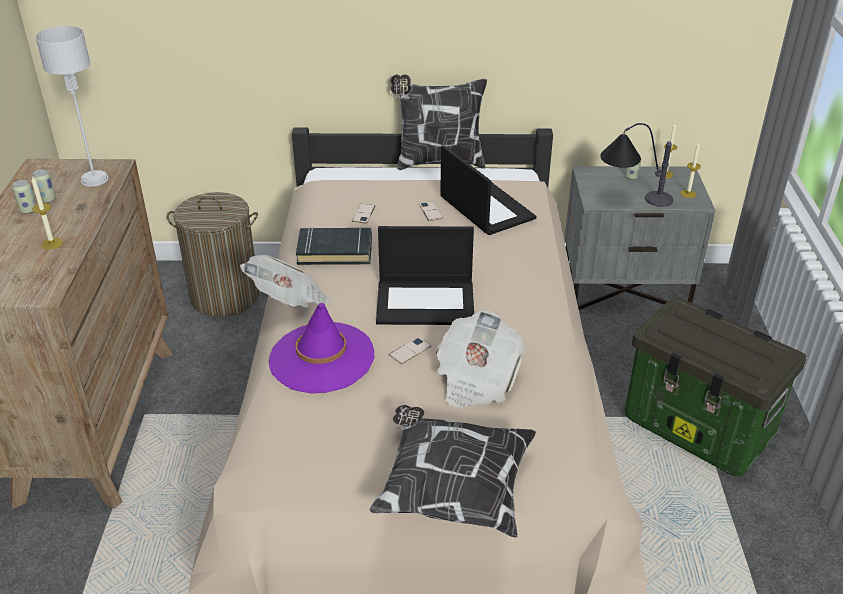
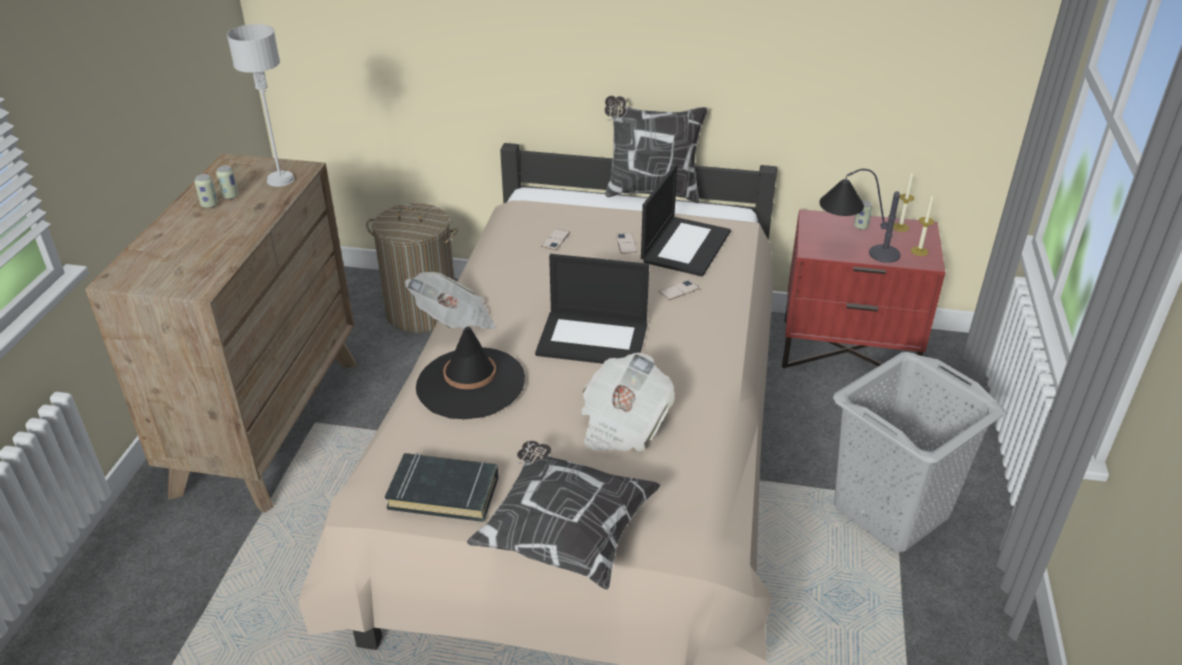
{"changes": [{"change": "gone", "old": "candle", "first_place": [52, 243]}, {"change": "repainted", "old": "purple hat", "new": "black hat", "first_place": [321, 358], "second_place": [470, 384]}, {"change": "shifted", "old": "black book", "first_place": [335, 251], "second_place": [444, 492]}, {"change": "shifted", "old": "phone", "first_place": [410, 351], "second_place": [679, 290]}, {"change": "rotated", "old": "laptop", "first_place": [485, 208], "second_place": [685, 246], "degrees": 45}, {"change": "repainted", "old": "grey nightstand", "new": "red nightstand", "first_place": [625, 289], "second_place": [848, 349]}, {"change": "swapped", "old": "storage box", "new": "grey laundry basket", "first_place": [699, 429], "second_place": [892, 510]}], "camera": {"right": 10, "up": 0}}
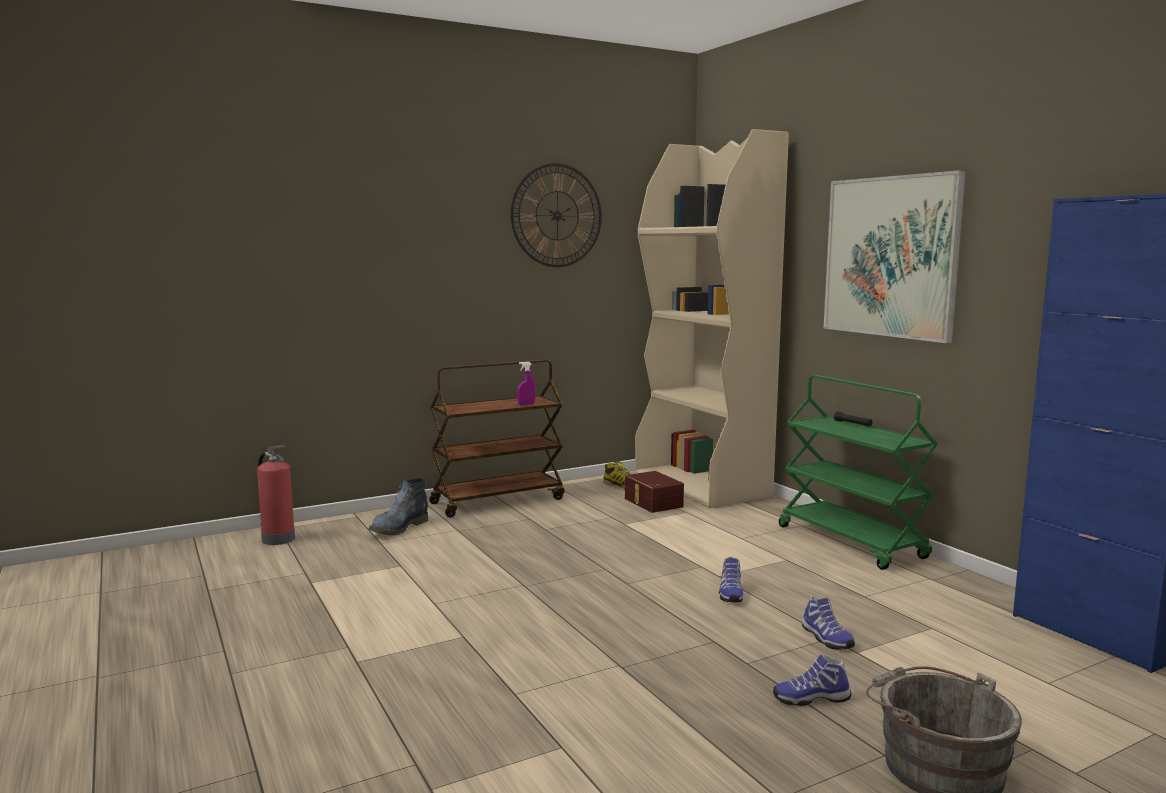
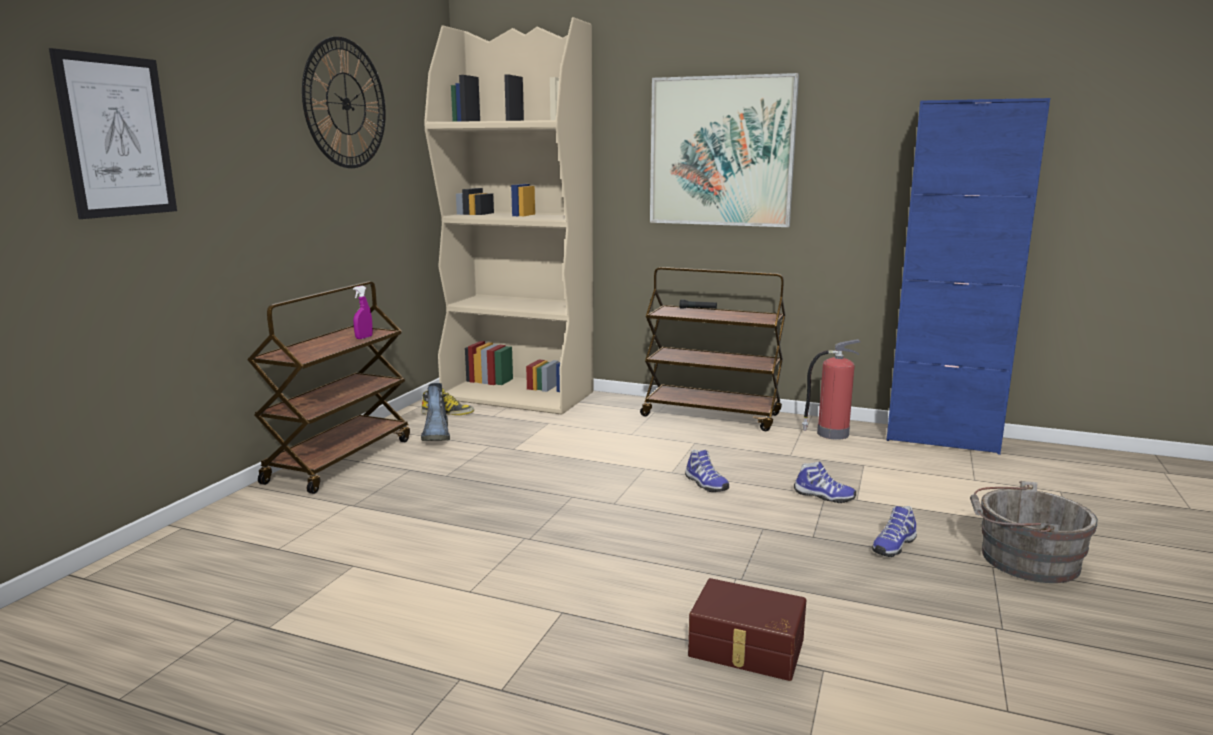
{"changes": [{"change": "shifted", "old": "fire extinguisher", "first_place": [277, 539], "second_place": [831, 434]}, {"change": "shifted", "old": "boot", "first_place": [398, 528], "second_place": [437, 435]}, {"change": "shifted", "old": "brown storage box", "first_place": [652, 503], "second_place": [746, 649]}, {"change": "repainted", "old": "green cart", "new": "brown cart", "first_place": [852, 542], "second_place": [712, 415]}, {"change": "new", "new": "picture", "second_place": [117, 136]}], "camera": {"right": -40, "up": 5}}
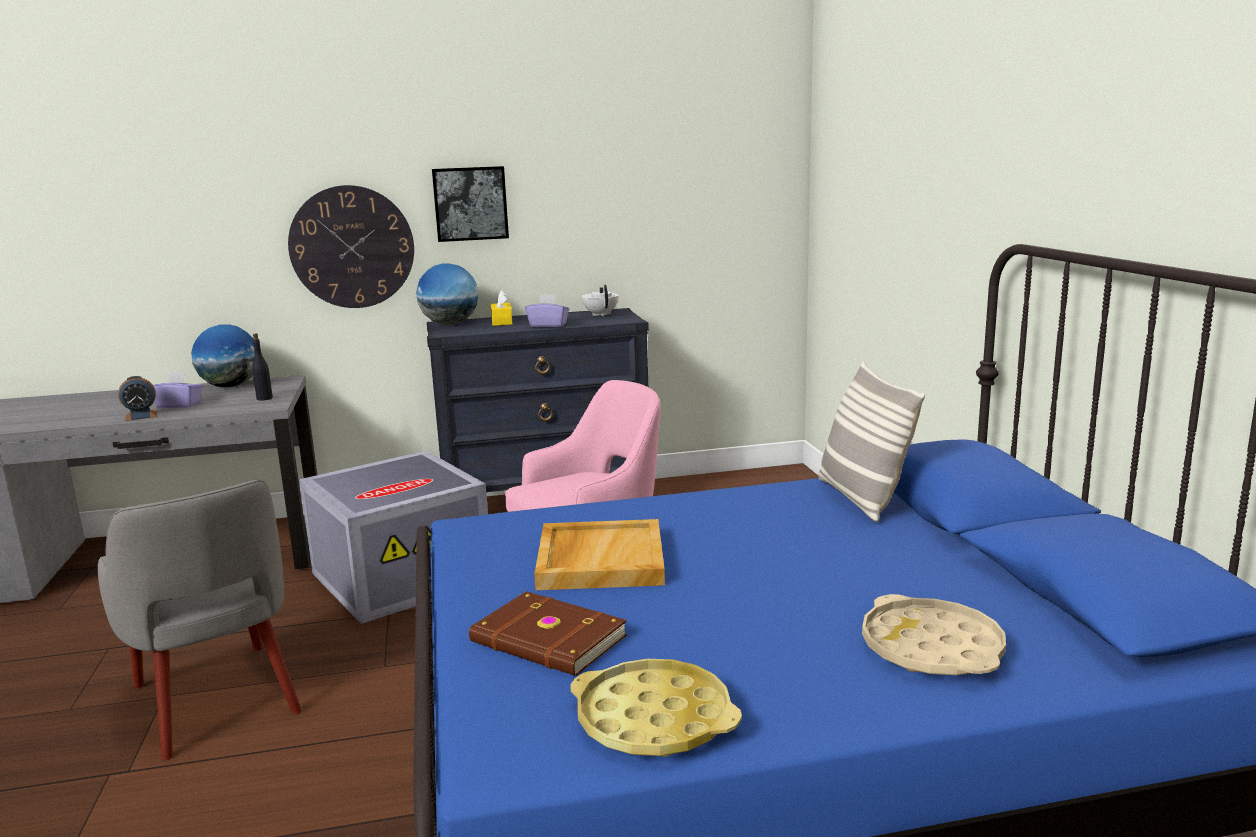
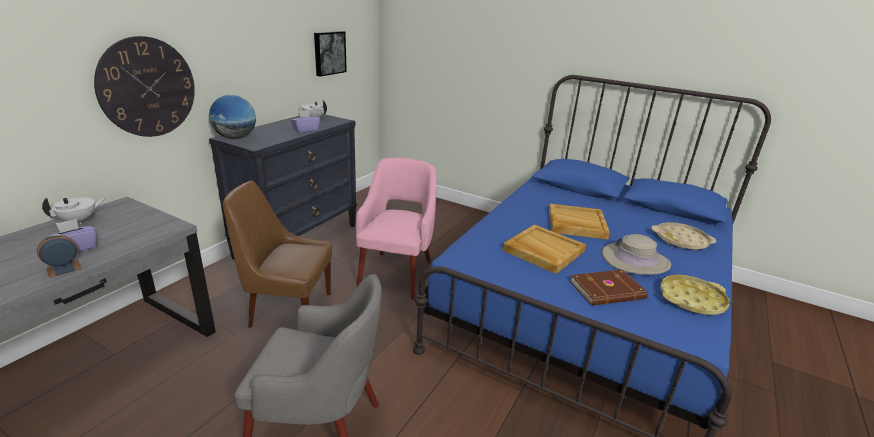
{"changes": [{"change": "rotated", "old": "alarm clock", "first_place": [141, 416], "second_place": [64, 268], "degrees": -150}, {"change": "swapped", "old": "globe", "new": "white teapot", "first_place": [231, 386], "second_place": [79, 220]}, {"change": "gone", "old": "black bottle", "first_place": [264, 398]}, {"change": "swapped", "old": "grey storage box", "new": "brown chair", "first_place": [402, 576], "second_place": [288, 309]}, {"change": "shifted", "old": "picture", "first_place": [470, 203], "second_place": [329, 53]}, {"change": "gone", "old": "yellow tissue box", "first_place": [502, 322]}, {"change": "gone", "old": "pillow", "first_place": [861, 499]}, {"change": "new", "new": "beige tray", "second_place": [576, 224]}, {"change": "new", "new": "beige hat", "second_place": [635, 260]}], "camera": {"right": -50, "up": 10}}
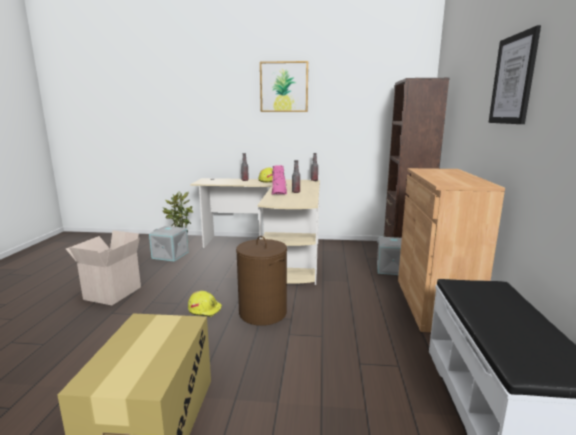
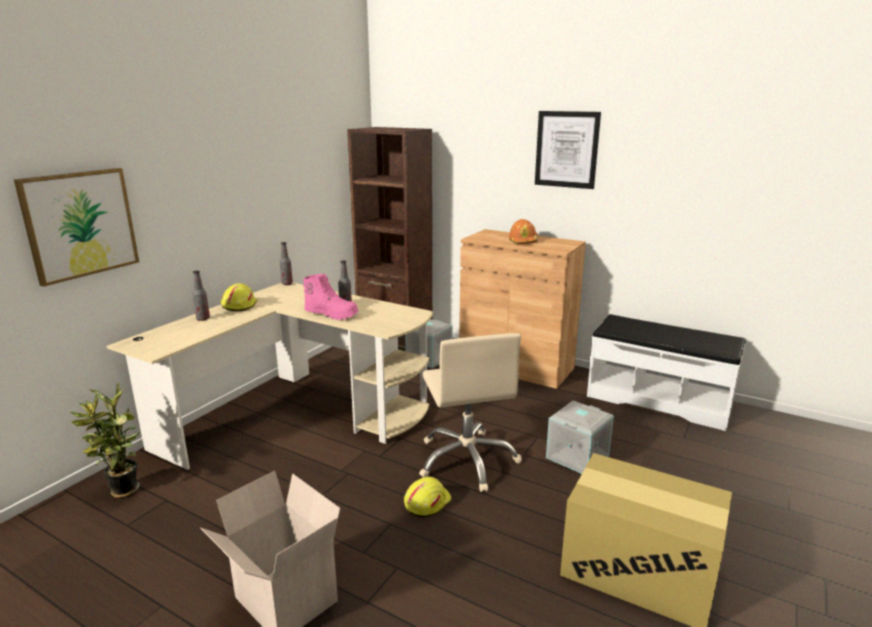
{"changes": [{"change": "shifted", "old": "grey storage box", "first_place": [170, 255], "second_place": [576, 456]}, {"change": "swapped", "old": "brown laundry basket", "new": "beige office chair", "first_place": [262, 312], "second_place": [467, 460]}, {"change": "shifted", "old": "picture", "first_place": [284, 87], "second_place": [80, 224]}, {"change": "new", "new": "orange hard hat", "second_place": [524, 240]}], "camera": {"right": -65, "up": 5}}
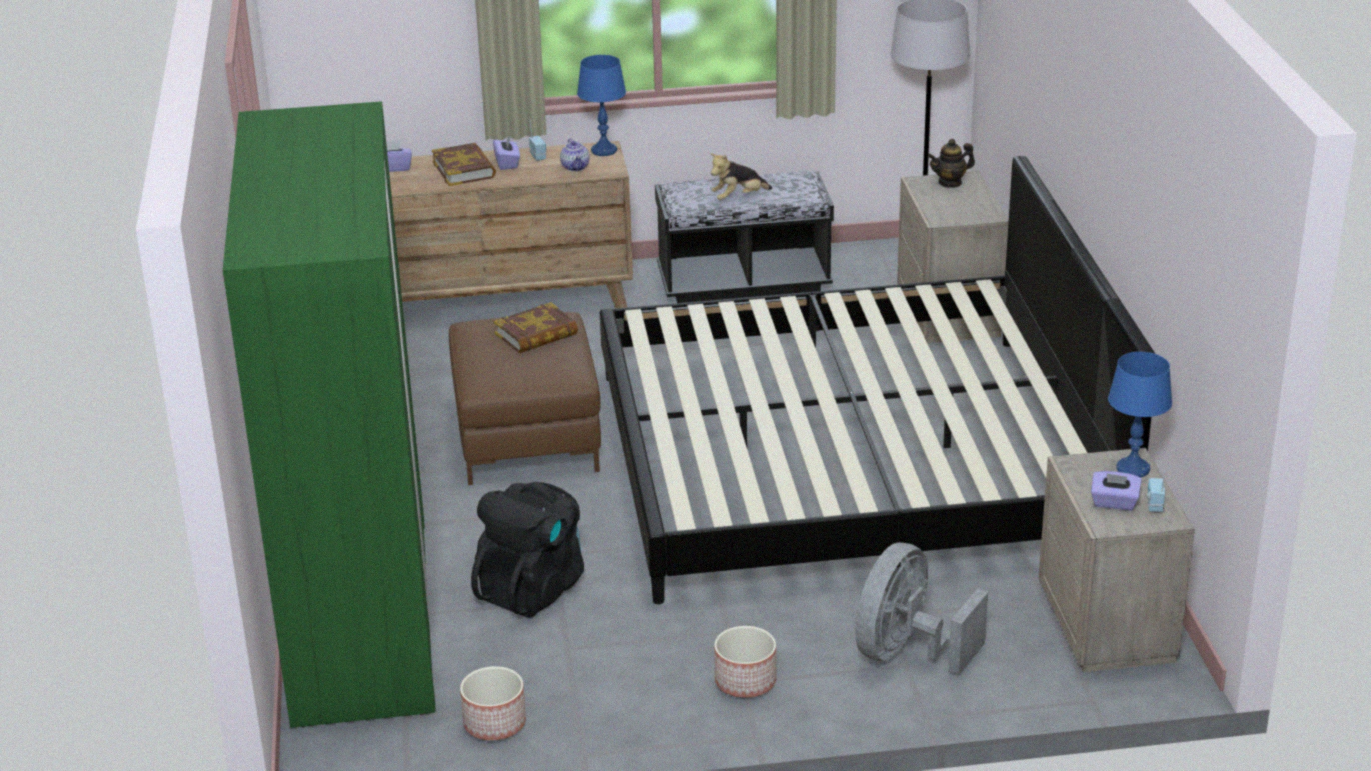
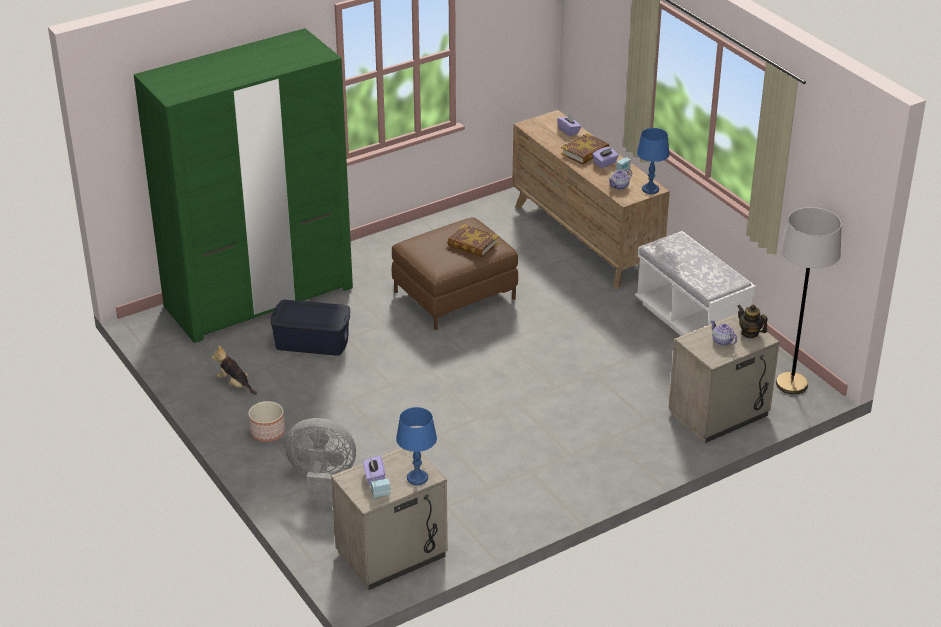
{"changes": [{"change": "gone", "old": "planter", "first_place": [494, 724]}, {"change": "swapped", "old": "black backpack", "new": "blue storage box", "first_place": [533, 588], "second_place": [312, 341]}, {"change": "gone", "old": "bed", "first_place": [850, 461]}, {"change": "repainted", "old": "black bench", "new": "white bench", "first_place": [743, 282], "second_place": [691, 321]}, {"change": "shifted", "old": "plush toy", "first_place": [738, 198], "second_place": [235, 384]}, {"change": "new", "new": "teapot", "second_place": [722, 341]}], "camera": {"right": 65, "up": 5}}
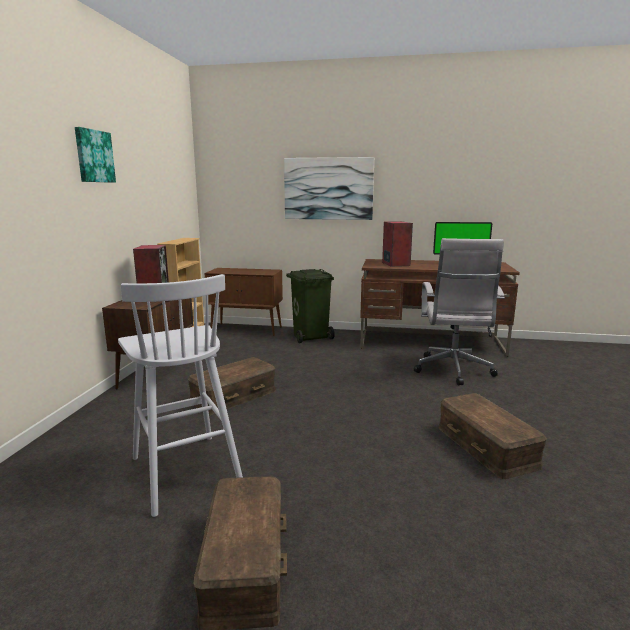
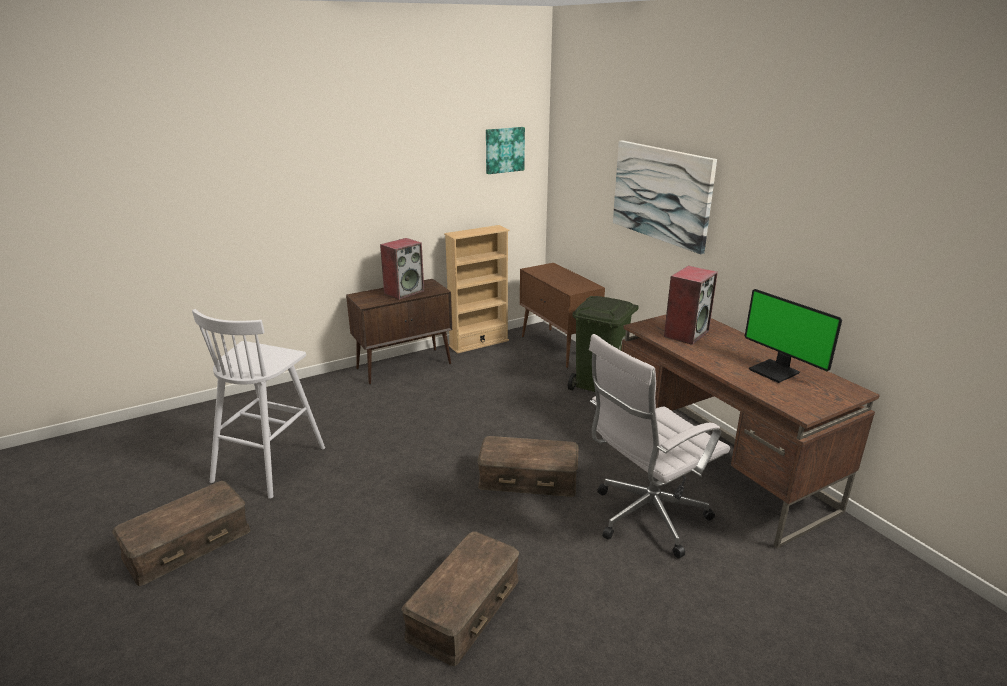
{"changes": [{"change": "shifted", "old": "picture", "first_place": [94, 156], "second_place": [504, 150]}, {"change": "shifted", "old": "brown storage box", "first_place": [233, 396], "second_place": [528, 477]}], "camera": {"right": 50, "up": 10}}
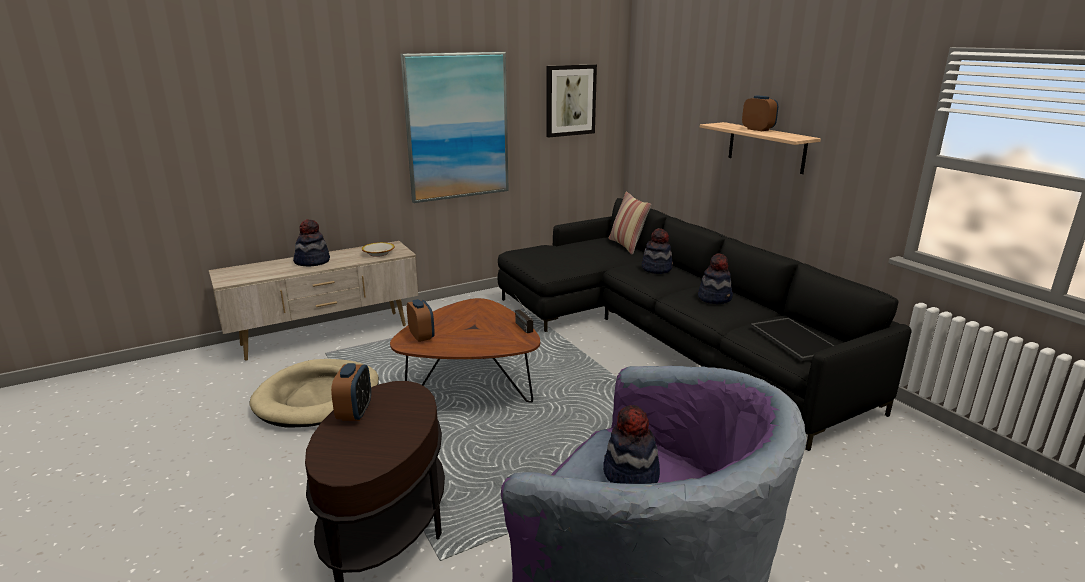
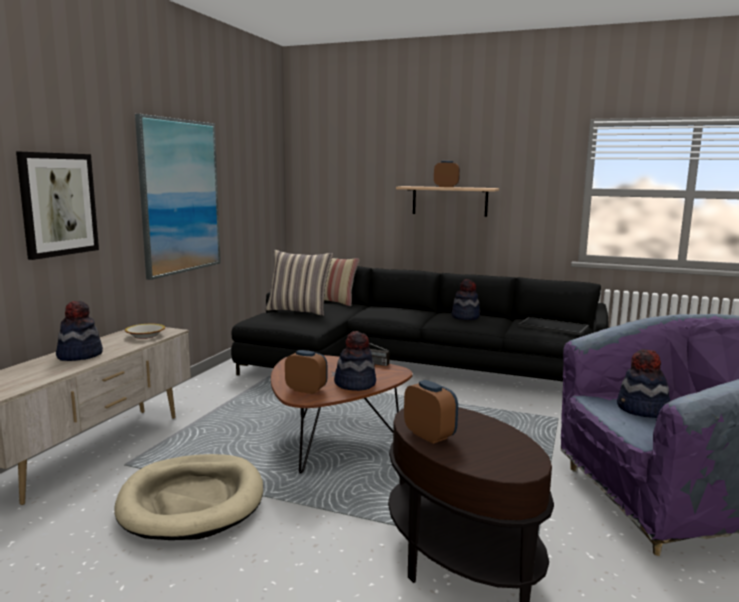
{"changes": [{"change": "shifted", "old": "picture", "first_place": [570, 100], "second_place": [58, 204]}, {"change": "shifted", "old": "hat", "first_place": [656, 268], "second_place": [355, 384]}, {"change": "new", "new": "pillow", "second_place": [299, 311]}], "camera": {"right": -40, "up": -10}}
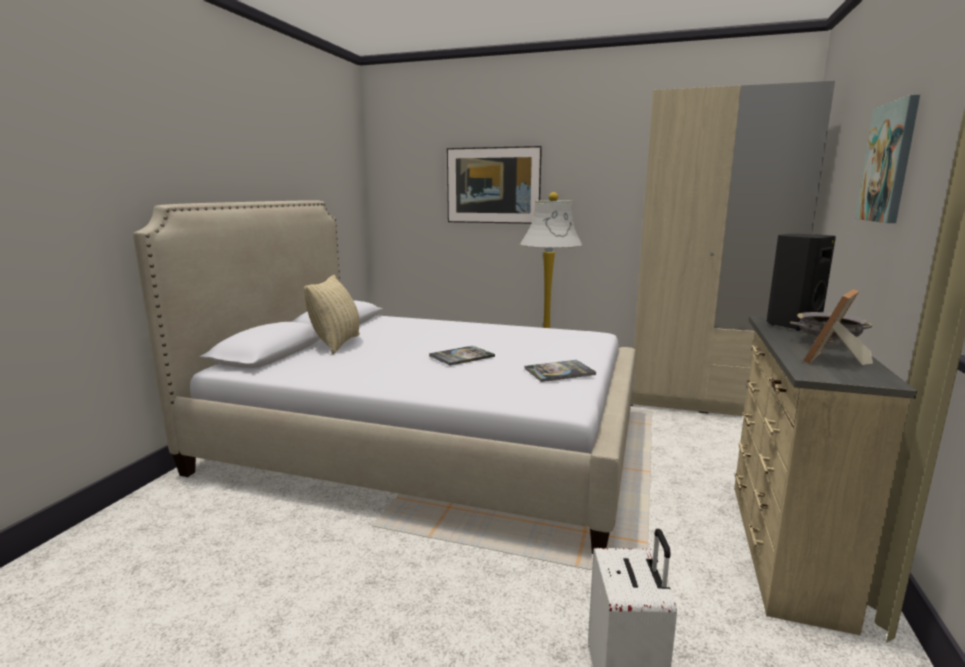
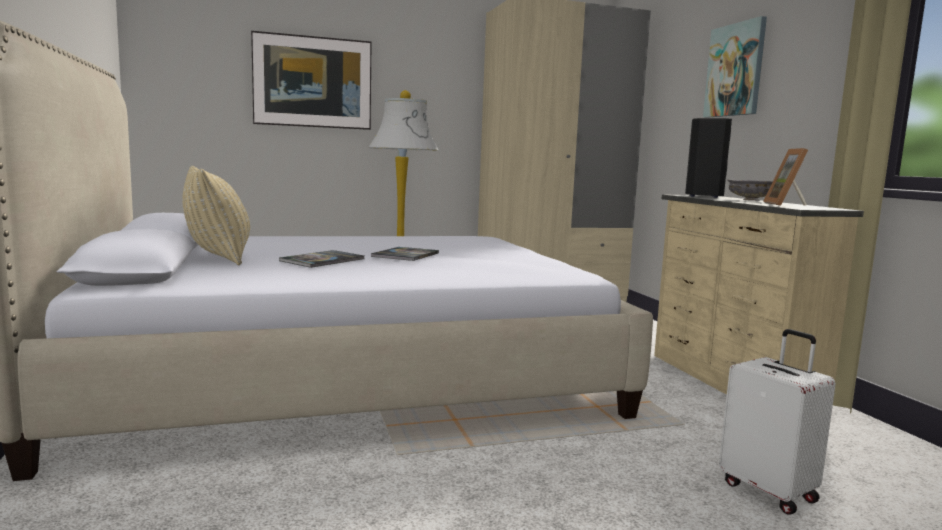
{"changes": [{"change": "shifted", "old": "book", "first_place": [559, 372], "second_place": [322, 260]}], "camera": {"right": -35, "up": -5}}
